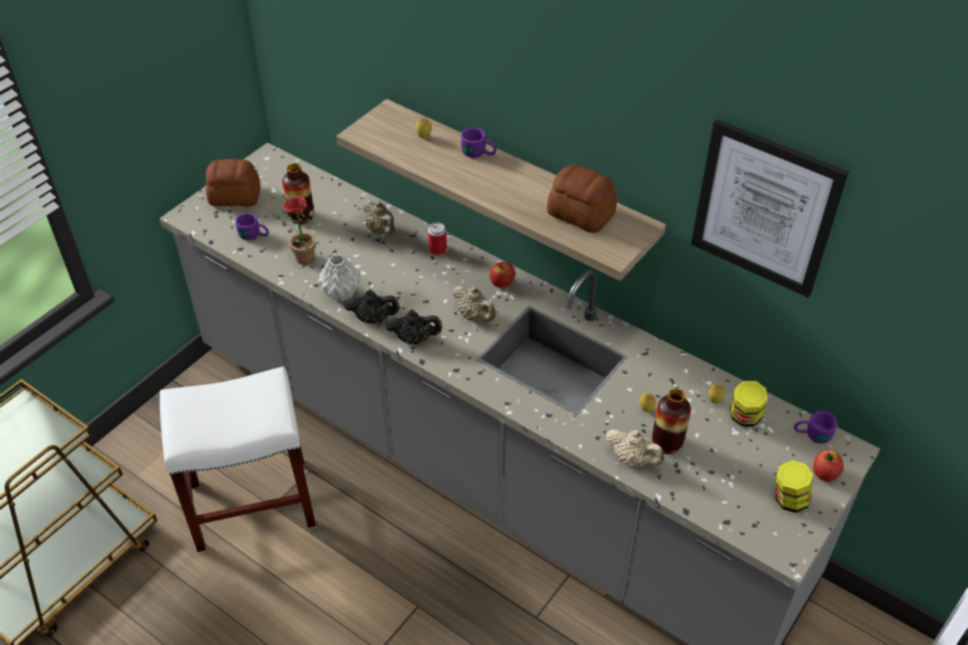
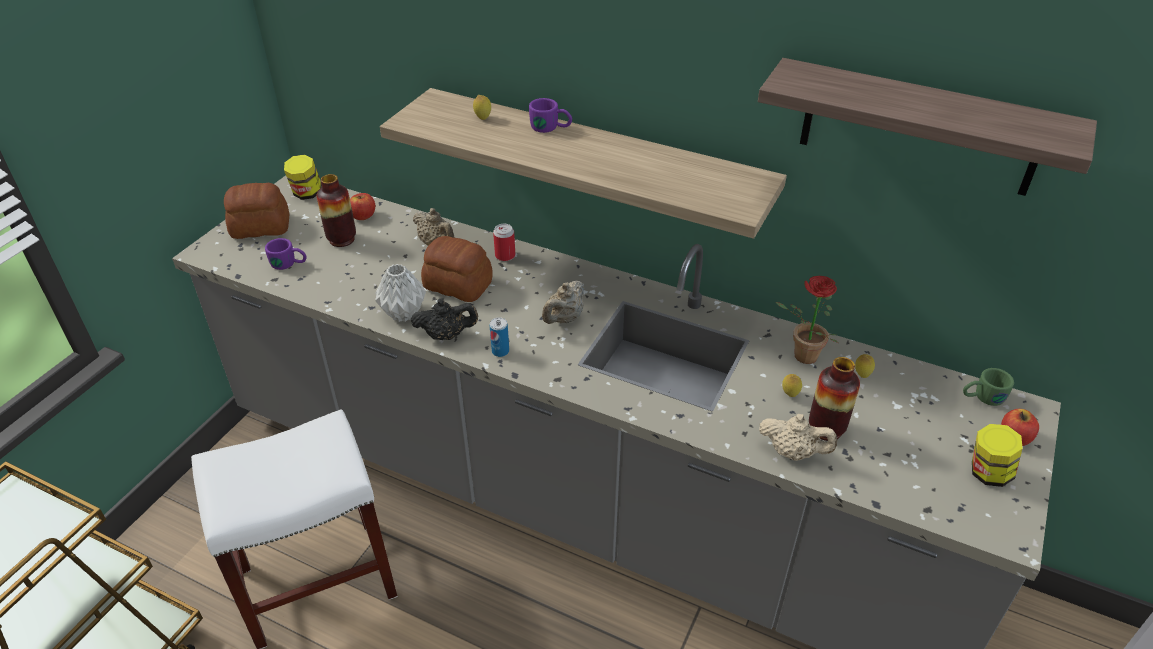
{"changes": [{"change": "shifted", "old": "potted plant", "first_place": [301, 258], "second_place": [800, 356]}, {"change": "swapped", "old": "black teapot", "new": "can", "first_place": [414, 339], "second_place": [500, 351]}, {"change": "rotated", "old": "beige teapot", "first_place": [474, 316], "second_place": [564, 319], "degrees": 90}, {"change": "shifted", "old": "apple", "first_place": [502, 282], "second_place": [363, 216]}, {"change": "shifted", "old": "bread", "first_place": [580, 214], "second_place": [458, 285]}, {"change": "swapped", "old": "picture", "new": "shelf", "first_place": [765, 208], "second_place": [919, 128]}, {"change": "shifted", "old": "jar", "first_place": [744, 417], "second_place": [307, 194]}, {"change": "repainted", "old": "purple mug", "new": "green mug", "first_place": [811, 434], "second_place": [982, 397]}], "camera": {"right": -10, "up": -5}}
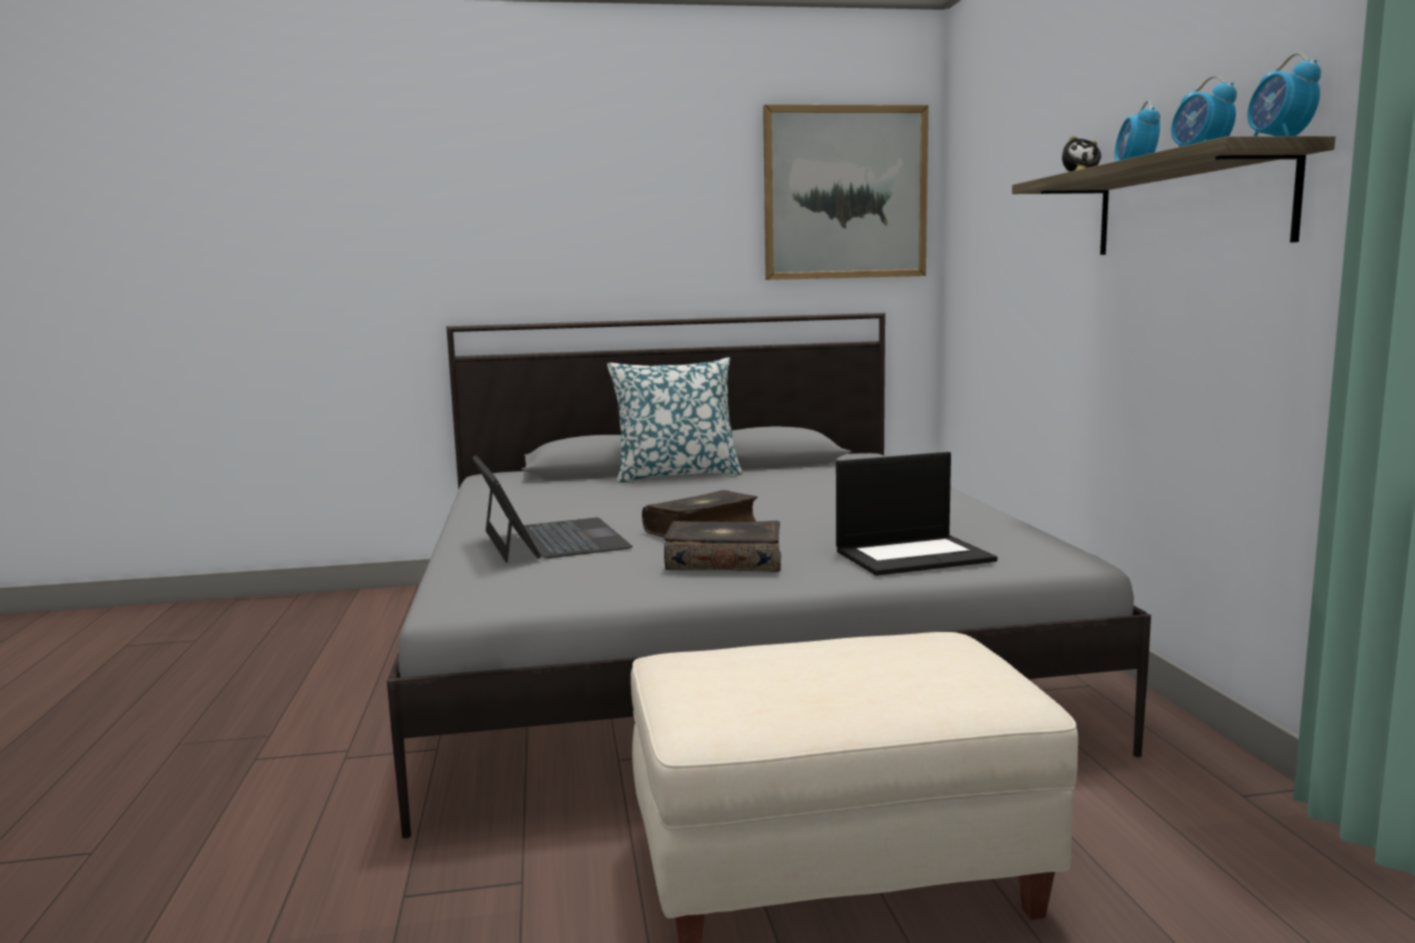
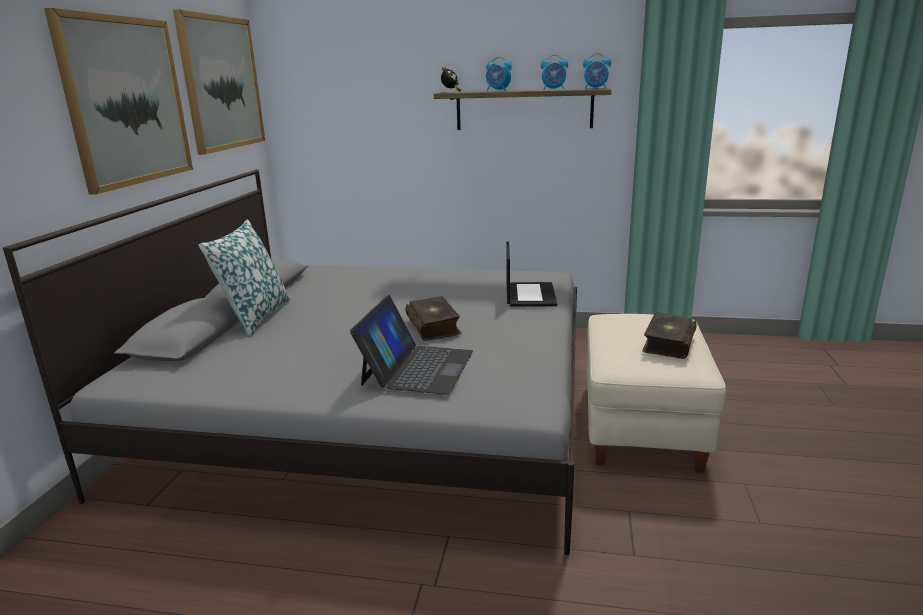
{"changes": [{"change": "rotated", "old": "laptop", "first_place": [552, 539], "second_place": [417, 367], "degrees": 105}, {"change": "shifted", "old": "book", "first_place": [724, 562], "second_place": [667, 344]}, {"change": "new", "new": "picture", "second_place": [126, 101]}], "camera": {"right": -70, "up": 10}}
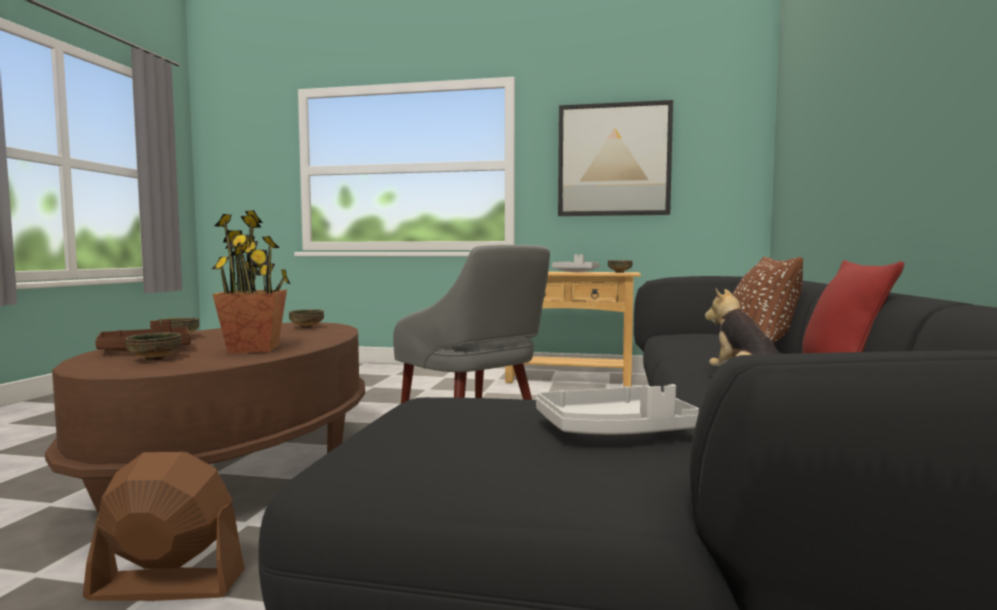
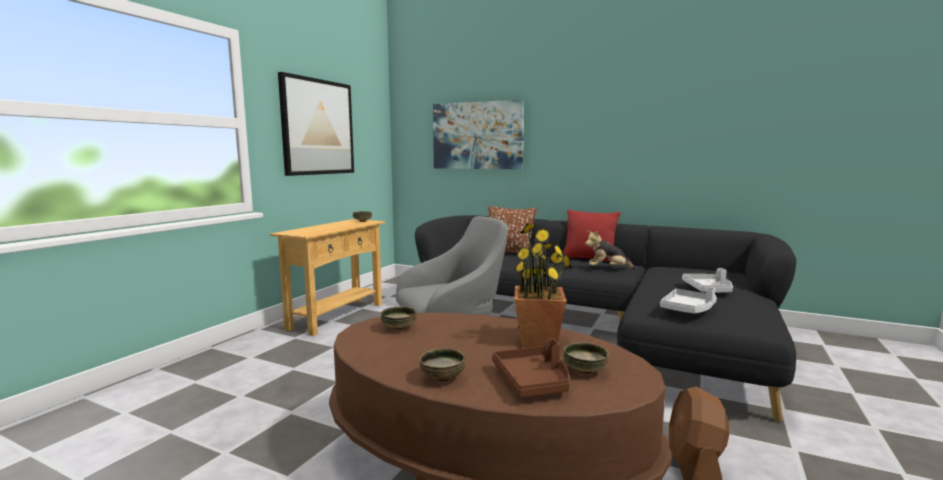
{"changes": [{"change": "shifted", "old": "grey tray", "first_place": [575, 272], "second_place": [688, 309]}, {"change": "new", "new": "picture", "second_place": [477, 135]}], "camera": {"right": -75, "up": 5}}
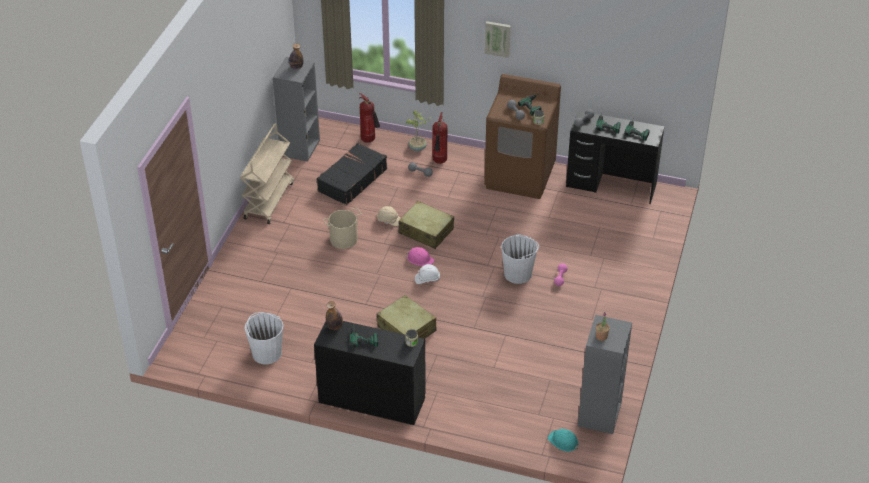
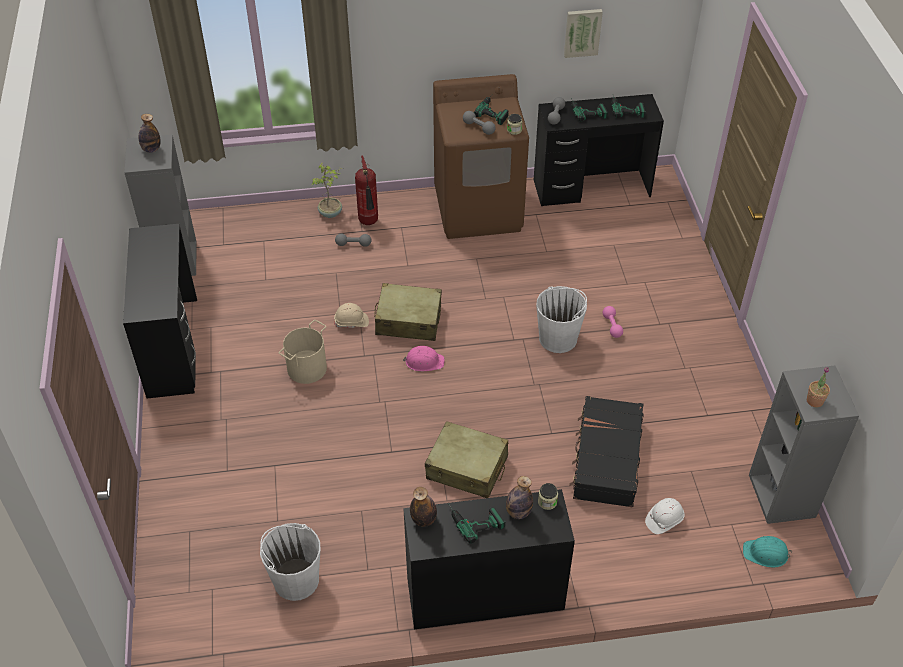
{"changes": [{"change": "swapped", "old": "beige cart", "new": "black desk", "first_place": [268, 200], "second_place": [172, 347]}, {"change": "shifted", "old": "black suitcase", "first_place": [352, 180], "second_place": [606, 459]}, {"change": "gone", "old": "fire extinguisher", "first_place": [369, 140]}, {"change": "shifted", "old": "white hard hat", "first_place": [427, 279], "second_place": [664, 520]}, {"change": "shifted", "old": "picture", "first_place": [498, 38], "second_place": [582, 32]}, {"change": "new", "new": "bottle", "second_place": [518, 512]}], "camera": {"right": -25, "up": 5}}
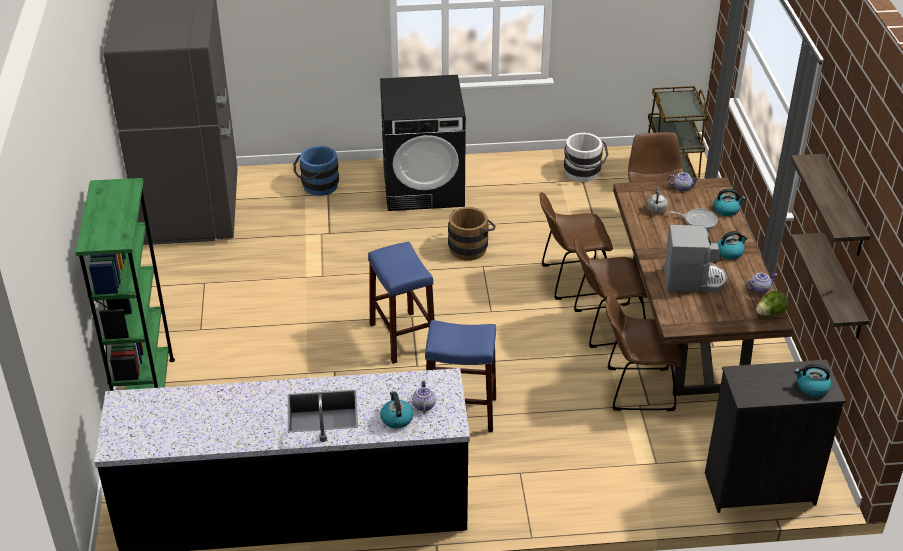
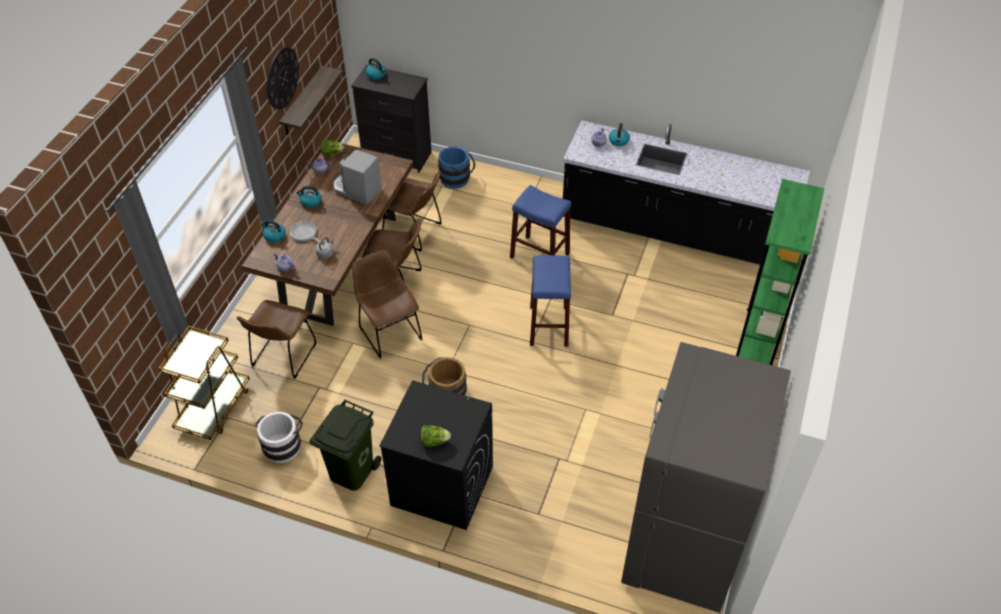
{"changes": [{"change": "shifted", "old": "blue bucket", "first_place": [317, 186], "second_place": [457, 178]}, {"change": "rotated", "old": "brown chair", "first_place": [571, 280], "second_place": [389, 331], "degrees": -135}, {"change": "swapped", "old": "shelf", "new": "wall clock", "first_place": [843, 207], "second_place": [282, 78]}, {"change": "new", "new": "green trash can", "second_place": [351, 471]}, {"change": "new", "new": "lettuce", "second_place": [434, 441]}], "camera": {"right": -155, "up": 10}}
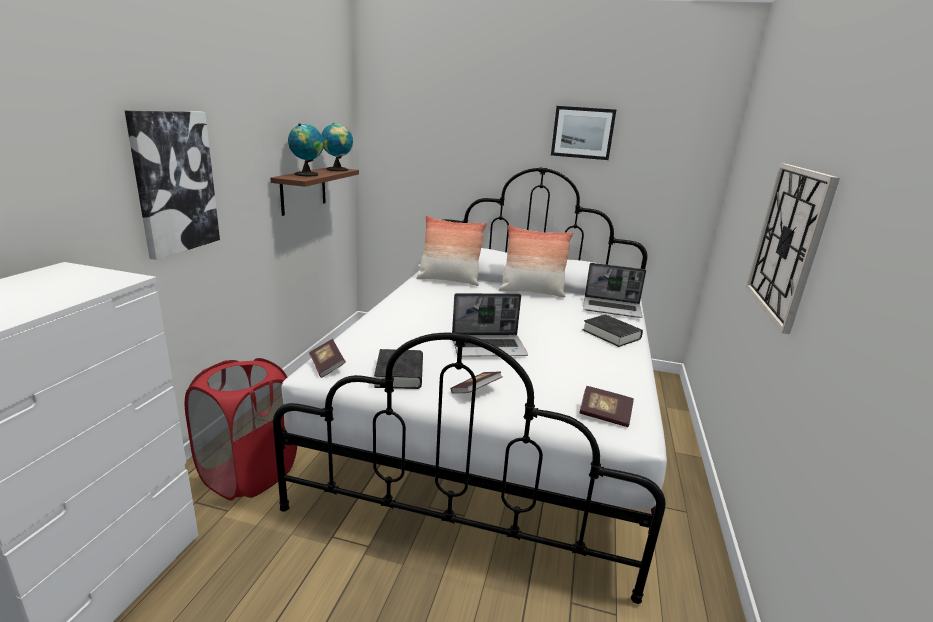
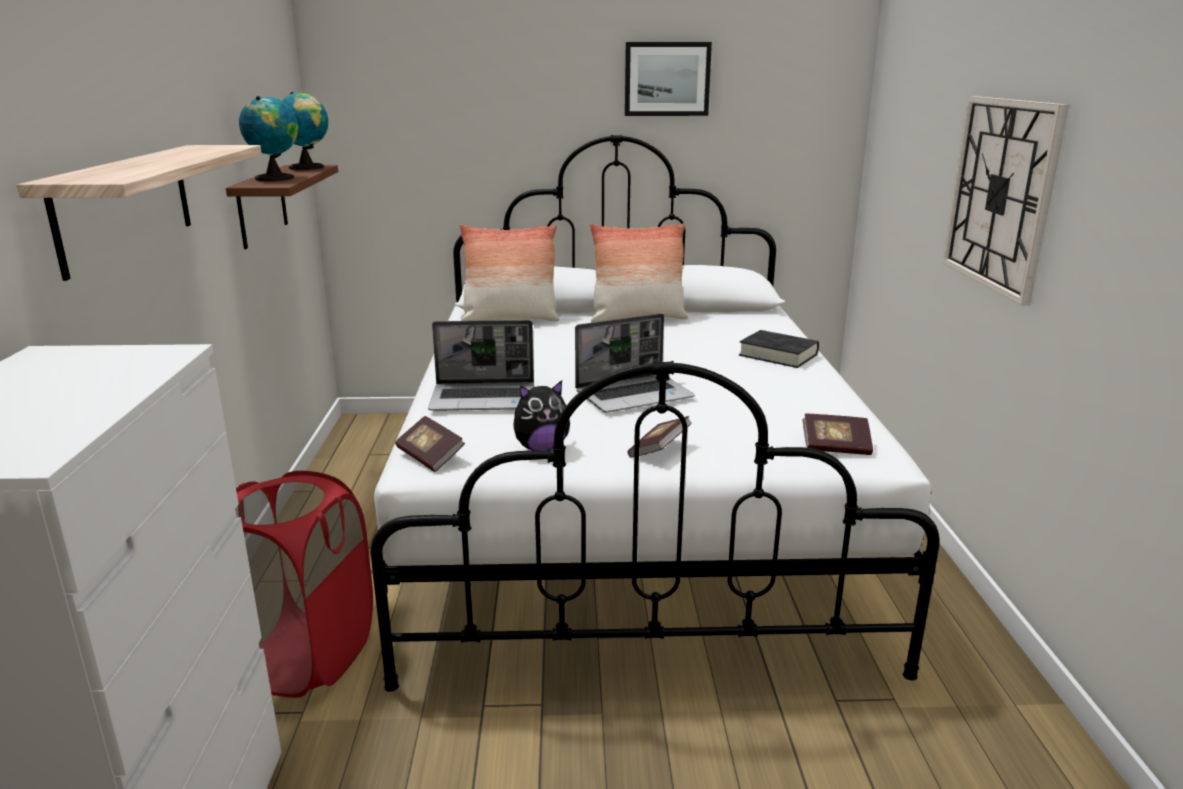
{"changes": [{"change": "swapped", "old": "picture", "new": "shelf", "first_place": [174, 182], "second_place": [126, 205]}, {"change": "swapped", "old": "black book", "new": "plush toy", "first_place": [399, 374], "second_place": [541, 448]}, {"change": "shifted", "old": "laptop", "first_place": [612, 308], "second_place": [484, 399]}], "camera": {"right": -15, "up": 0}}
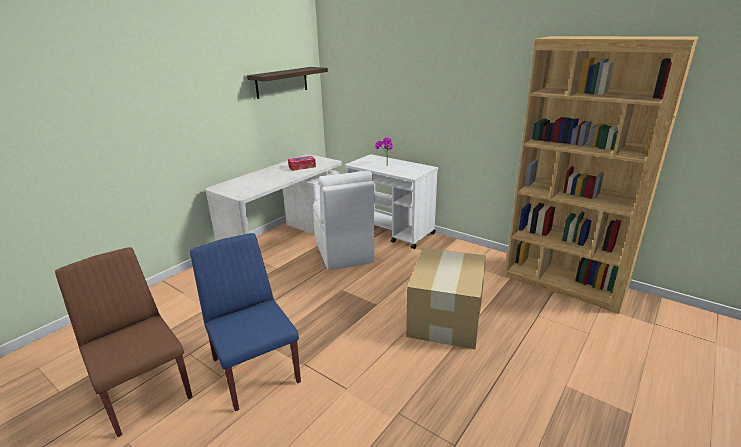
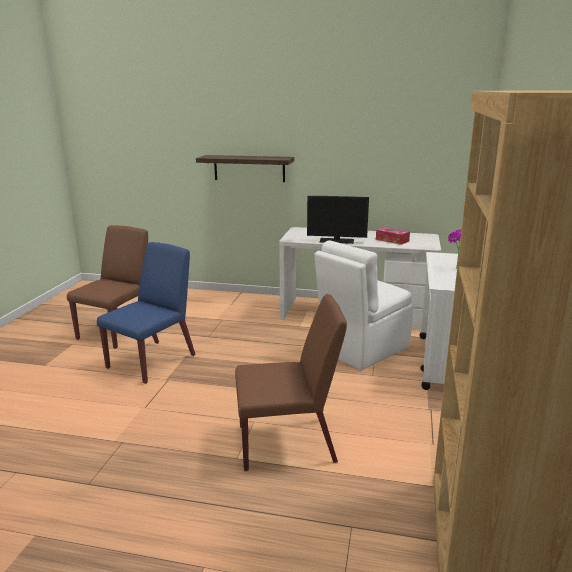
{"changes": [{"change": "shifted", "old": "shelf", "first_place": [282, 82], "second_place": [249, 168]}, {"change": "swapped", "old": "cardboard box", "new": "brown chair", "first_place": [446, 317], "second_place": [288, 443]}, {"change": "new", "new": "monitor", "second_place": [336, 241]}], "camera": {"right": 65, "up": -5}}
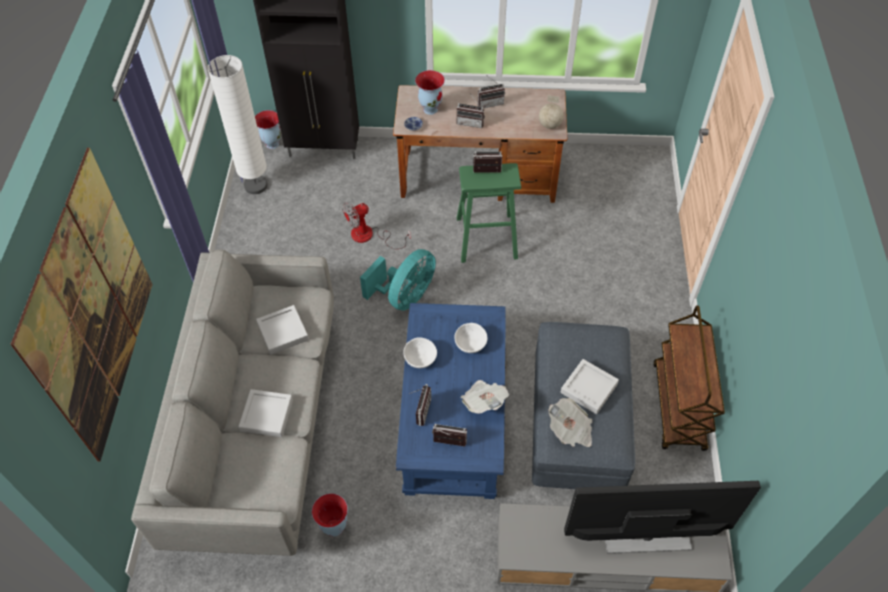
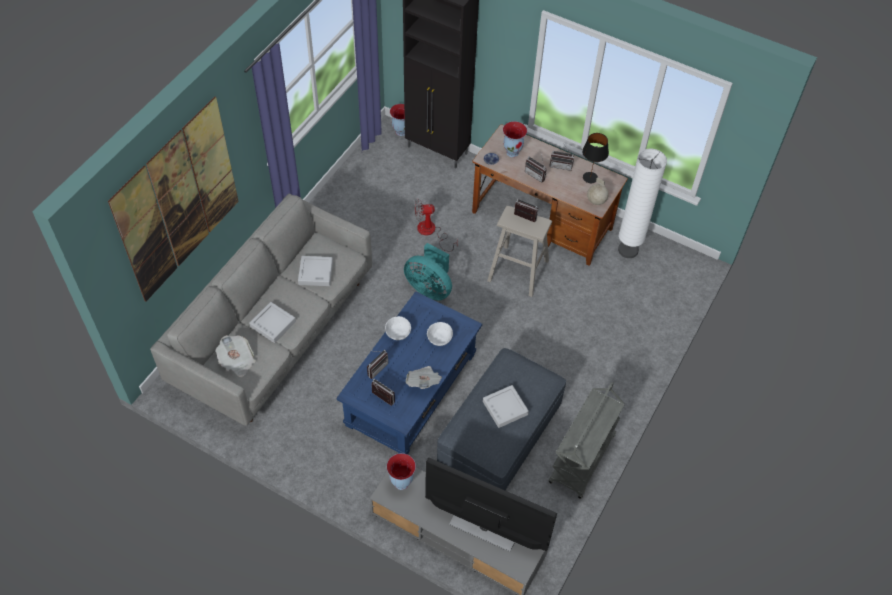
{"changes": [{"change": "shifted", "old": "white floor lamp", "first_place": [256, 185], "second_place": [628, 250]}, {"change": "shifted", "old": "vase", "first_place": [334, 528], "second_place": [401, 483]}, {"change": "rotated", "old": "turquoise fan", "first_place": [405, 296], "second_place": [429, 288], "degrees": 60}, {"change": "repainted", "old": "green stool", "new": "beige stool", "first_place": [486, 238], "second_place": [518, 270]}, {"change": "shifted", "old": "newspaper", "first_place": [570, 430], "second_place": [237, 361]}, {"change": "repainted", "old": "brown cart", "new": "grey cart", "first_place": [678, 407], "second_place": [582, 459]}, {"change": "new", "new": "black table lamp", "second_place": [590, 177]}], "camera": {"right": 25, "up": 0}}
